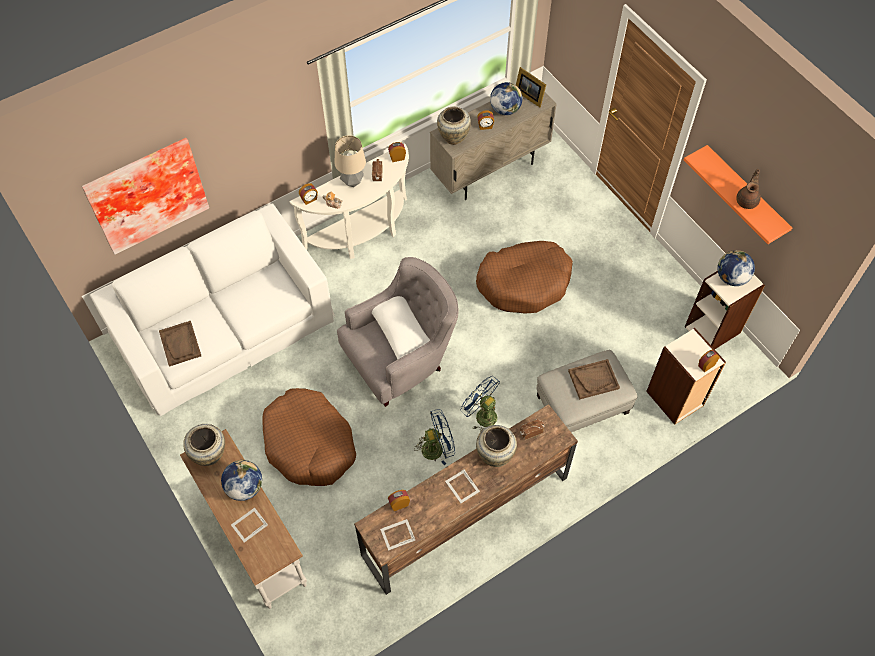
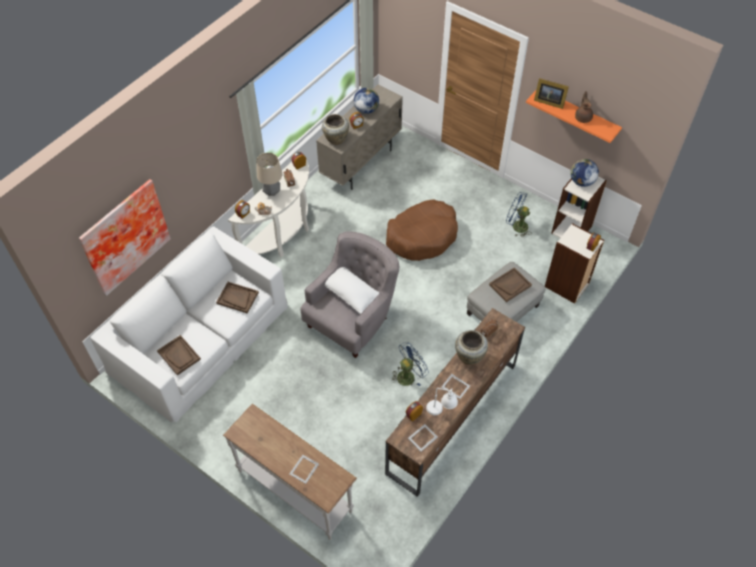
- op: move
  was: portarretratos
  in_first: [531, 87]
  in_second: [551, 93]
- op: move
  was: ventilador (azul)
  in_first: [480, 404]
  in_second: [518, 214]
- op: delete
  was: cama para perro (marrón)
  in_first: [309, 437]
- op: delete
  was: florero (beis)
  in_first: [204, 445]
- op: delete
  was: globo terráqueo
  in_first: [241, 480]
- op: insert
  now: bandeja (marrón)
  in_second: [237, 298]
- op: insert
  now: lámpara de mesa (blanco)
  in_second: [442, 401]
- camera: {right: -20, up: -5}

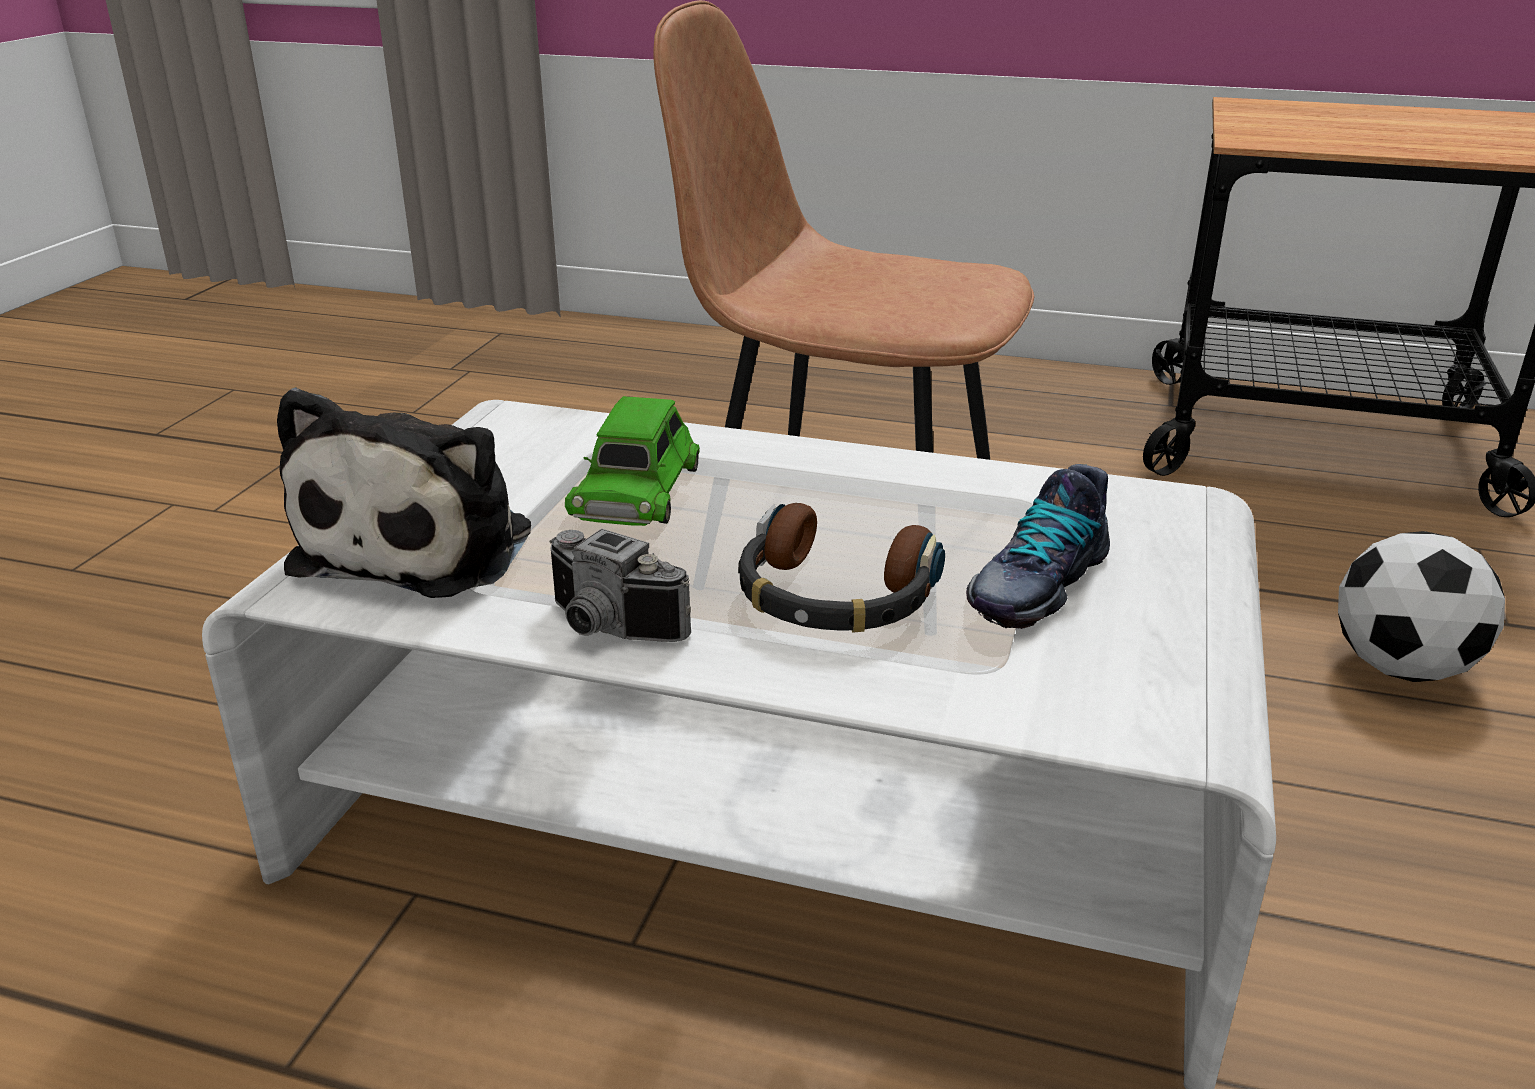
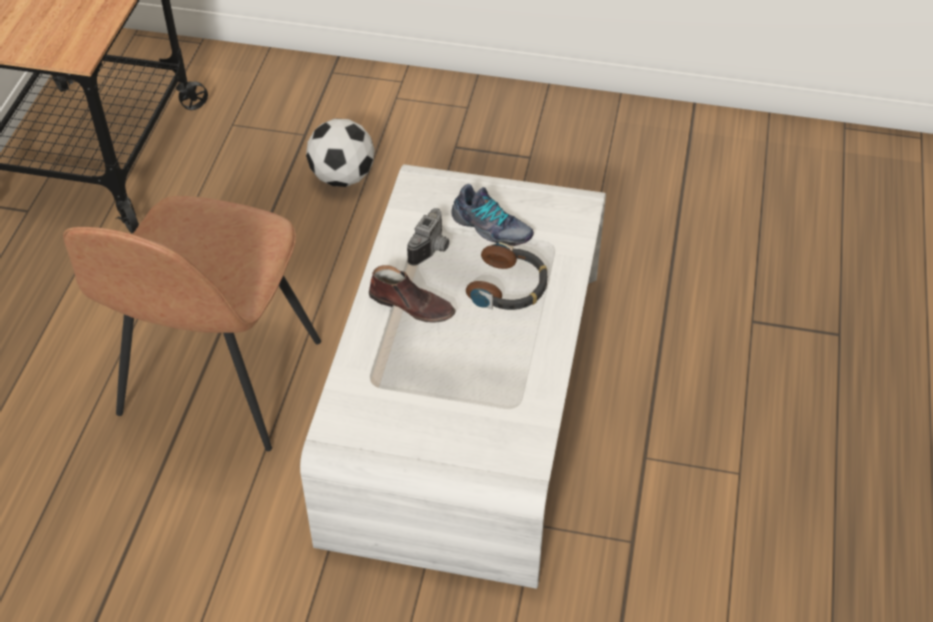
- op: delete
  was: peluche
  in_first: [404, 492]
- op: delete
  was: coche de juguete (verde)
  in_first: [632, 461]
- op: move
  was: cámara
  in_first: [620, 585]
  in_second: [428, 237]
- op: insert
  now: zapato (marrón)
  in_second: [412, 294]
- camera: {right: -95, up: 20}

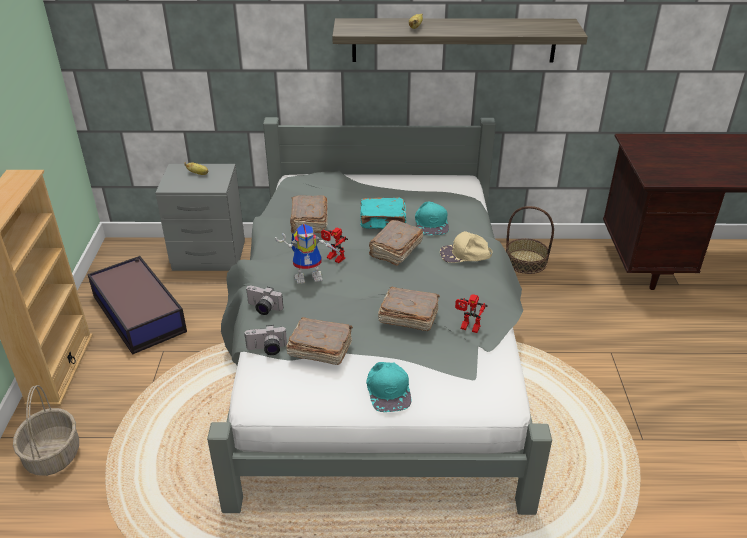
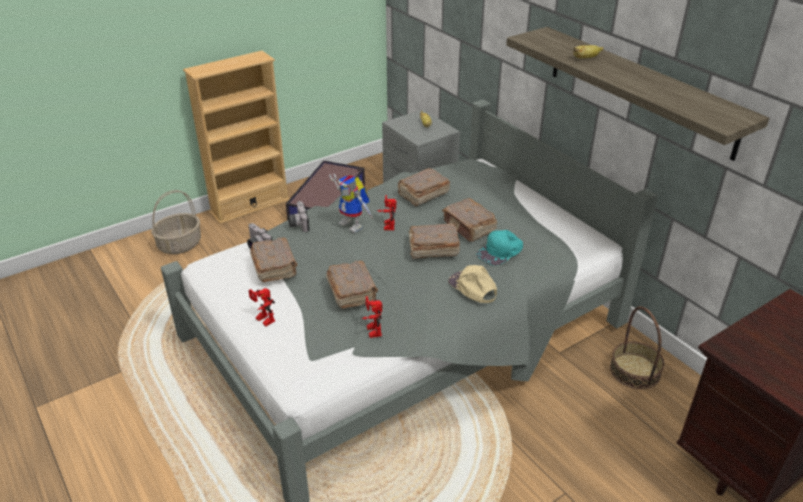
- op: recolor
  was: libro (turquesa)
  now: libro (marrón)
  in_first: [383, 213]
  in_second: [469, 220]
- op: replace
  was: gorra (turquesa)
  now: robot de juguete
  in_first: [388, 387]
  in_second: [261, 307]
- camera: {right: 55, up: 0}

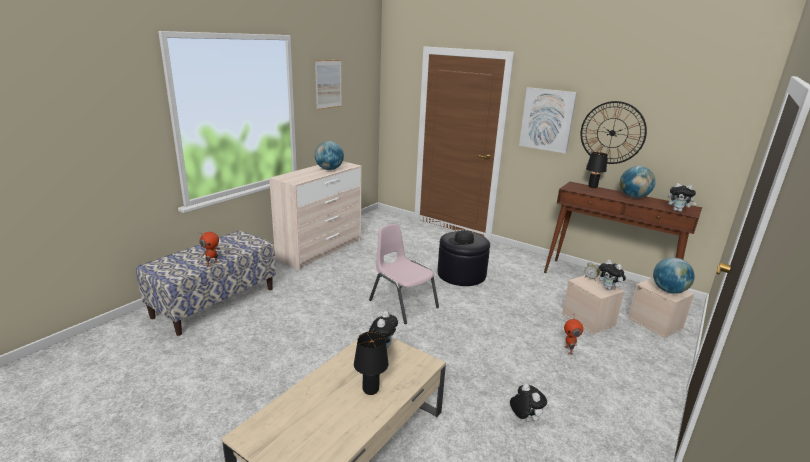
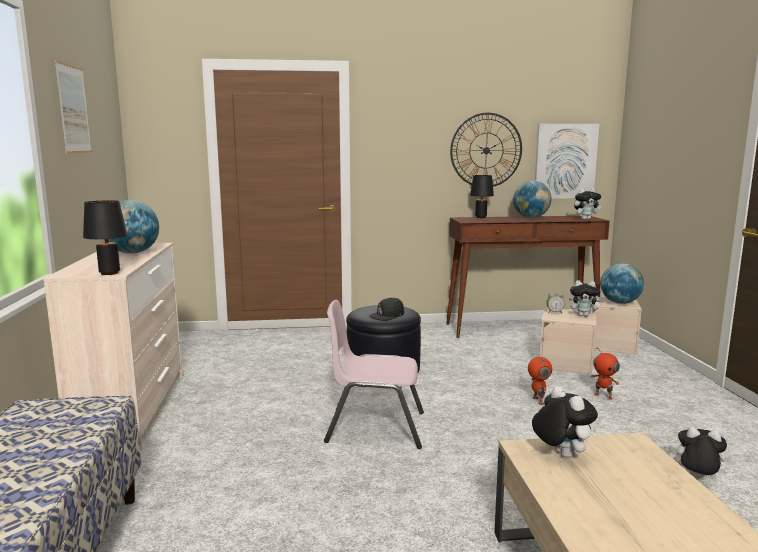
- op: move
  was: cuadro
  in_first: [548, 120]
  in_second: [567, 161]
- op: move
  was: robot de juguete
  in_first: [209, 249]
  in_second: [540, 381]
- op: move
  was: lámpara de mesa (negro)
  in_first: [371, 363]
  in_second: [105, 237]
- camera: {right: -40, up: -10}

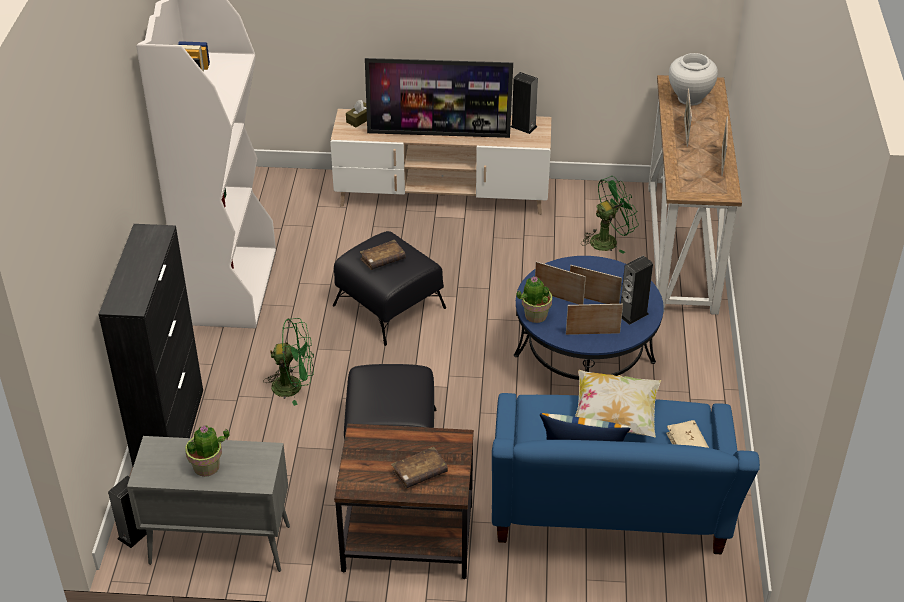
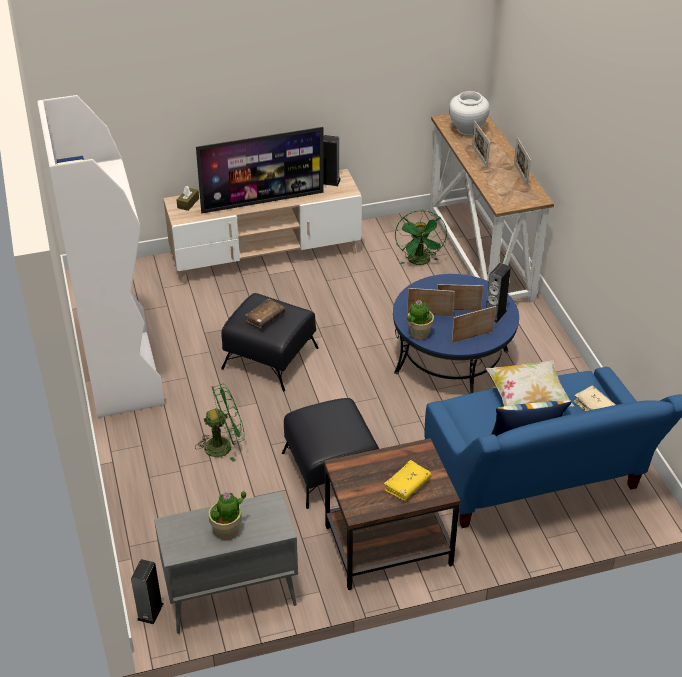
- op: rotate
  was: ventilador (verde)
  in_first: [610, 215]
  in_second: [421, 237]
  clockwise: 135
- op: delete
  was: armario (negro)
  in_first: [150, 345]
- op: recolor
  was: libro (marrón)
  now: libro (amarillo)
  in_first: [419, 468]
  in_second: [408, 480]
- camera: {right: -20, up: 0}

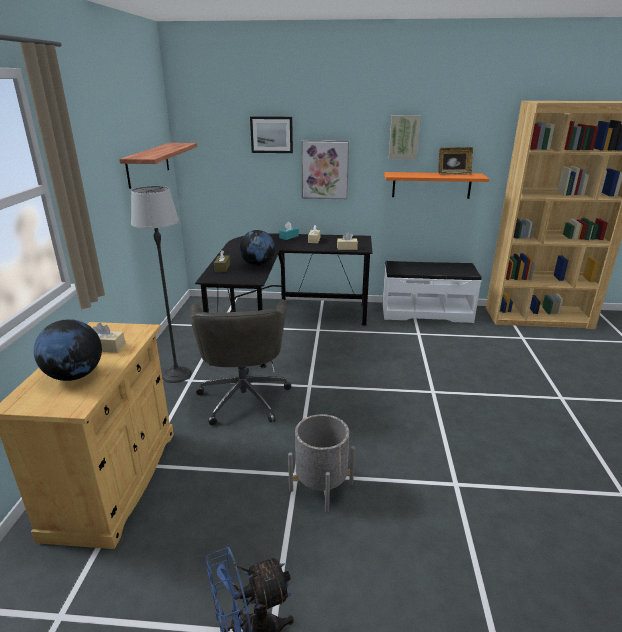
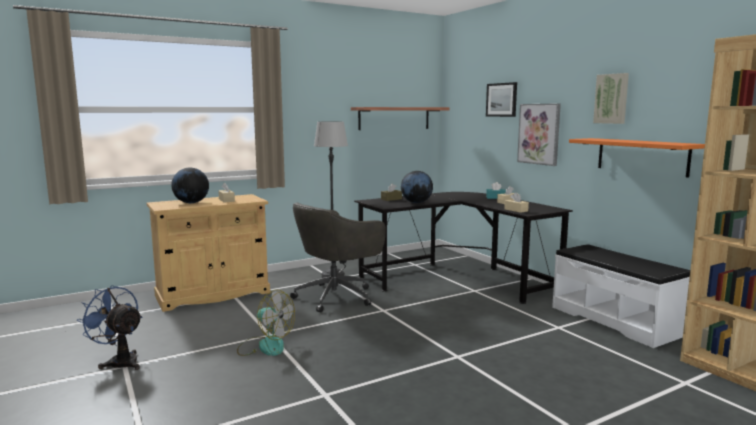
- op: delete
  was: portarretratos
  in_first: [455, 161]
- op: replace
  was: maceta (gris)
  now: ventilador
  in_first: [321, 463]
  in_second: [266, 323]
- camera: {right: 55, up: -15}

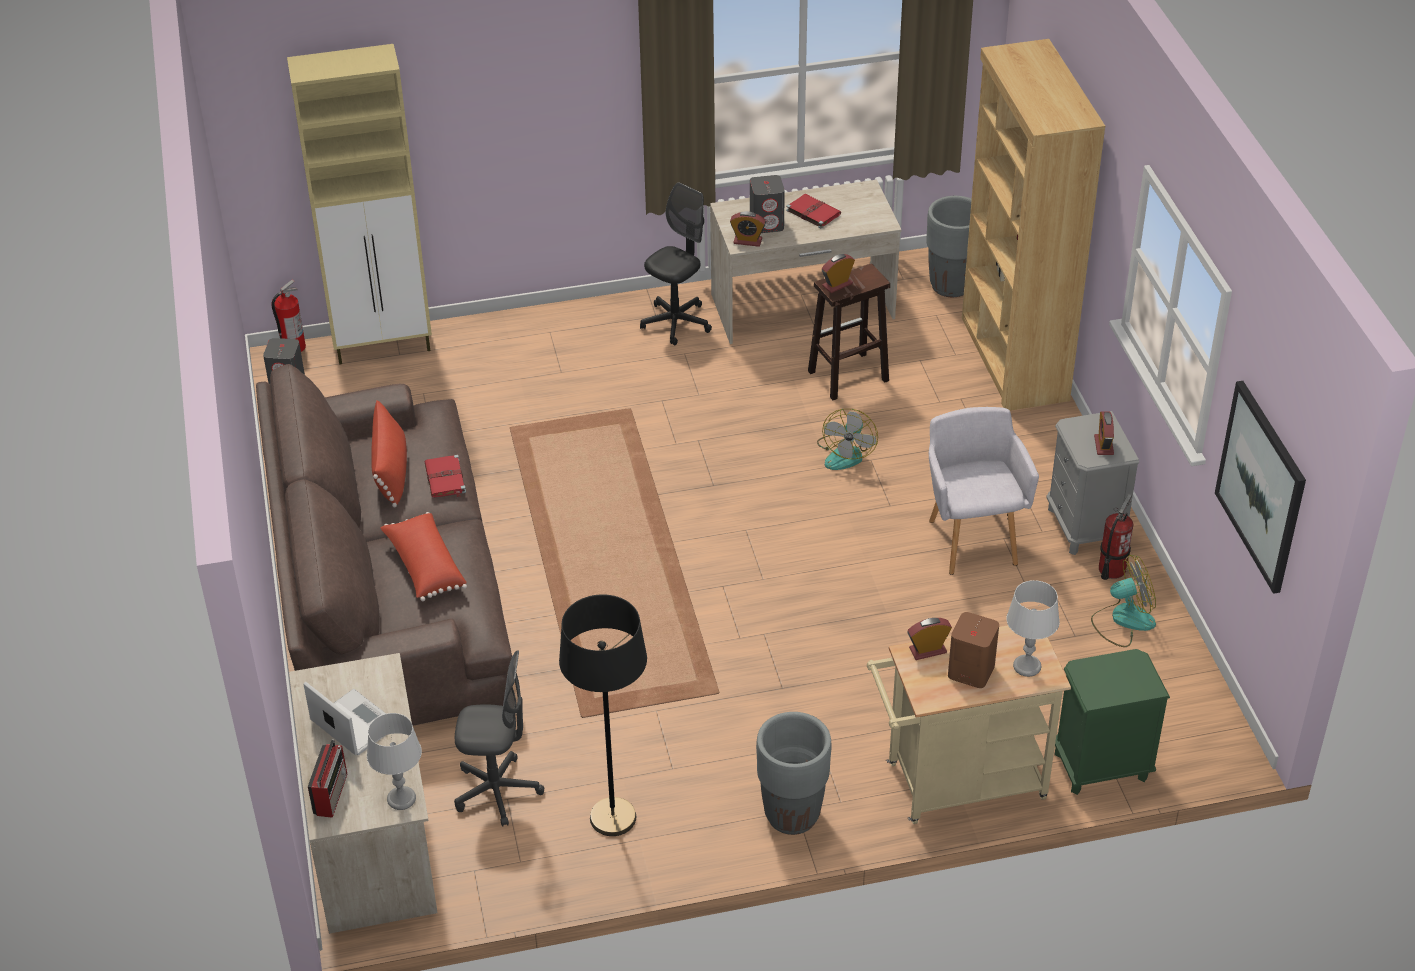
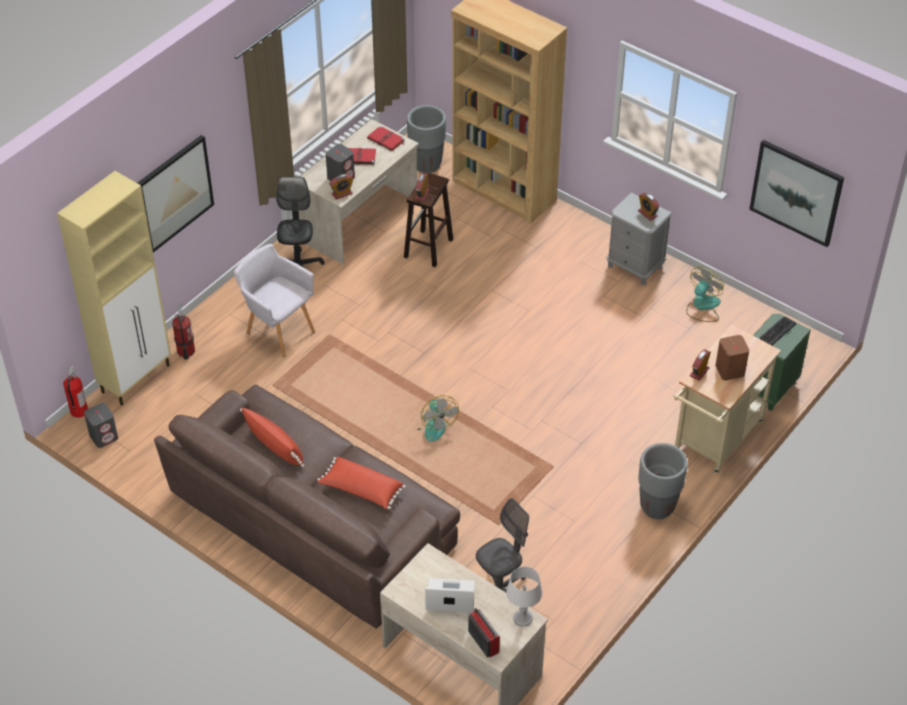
- op: move
  was: sillón (gris)
  in_first: [984, 491]
  in_second: [274, 300]
- op: move
  was: ventilador
  in_first: [847, 439]
  in_second: [438, 418]
- op: move
  was: libro (rojo)
  in_first: [445, 475]
  in_second: [386, 138]
- op: move
  was: extintor
  in_first: [1116, 537]
  in_second: [183, 331]
- op: delete
  was: lámpara de mesa (gris)
  in_first: [1033, 628]
- op: delete
  was: lámpara de pie (negro)
  in_first: [603, 715]
- op: insert
  now: cuadro
  in_second: [175, 193]
- op: insert
  now: teclado
  in_second: [778, 331]
- camera: {right: -40, up: 5}

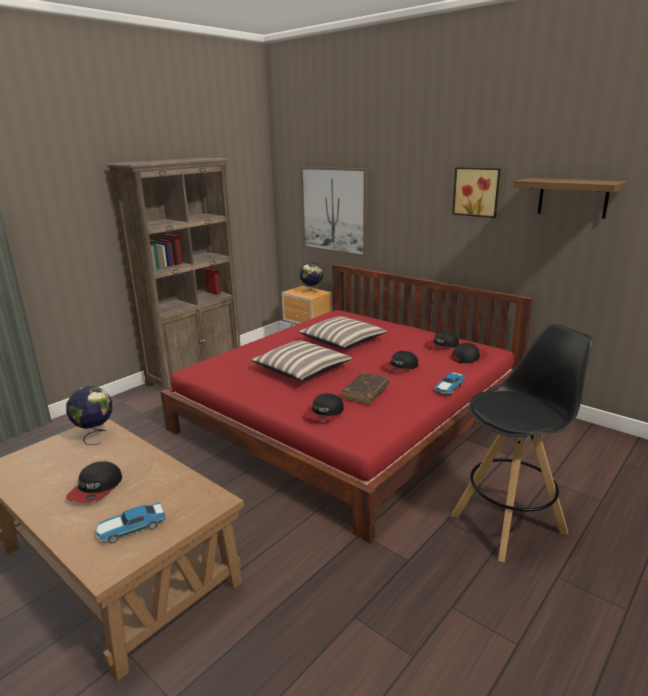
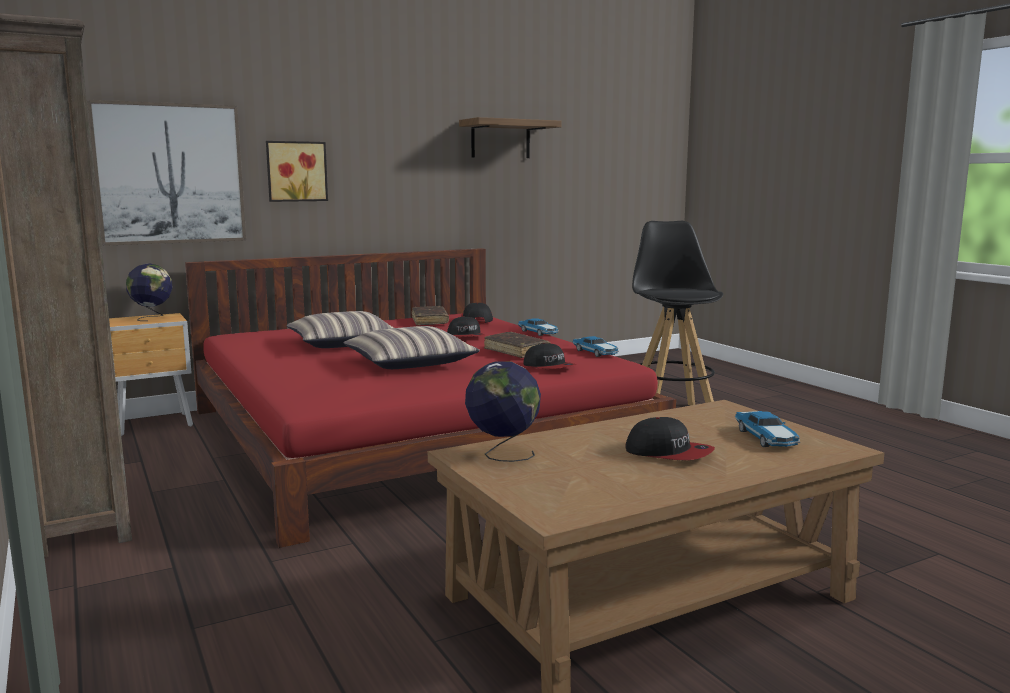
- op: move
  was: cuadro
  in_first: [476, 192]
  in_second: [297, 171]
- op: replace
  was: gorra
  now: libro (marrón)
  in_first: [442, 340]
  in_second: [430, 316]
- op: insert
  now: coche de juguete
  in_second: [595, 346]
- camera: {right: -70, up: -10}

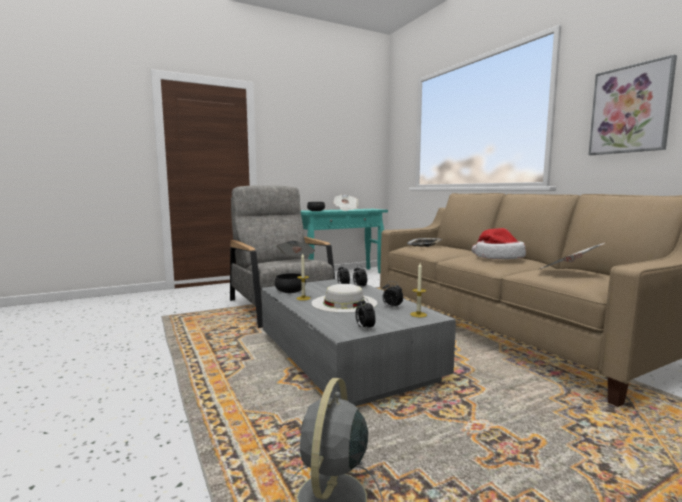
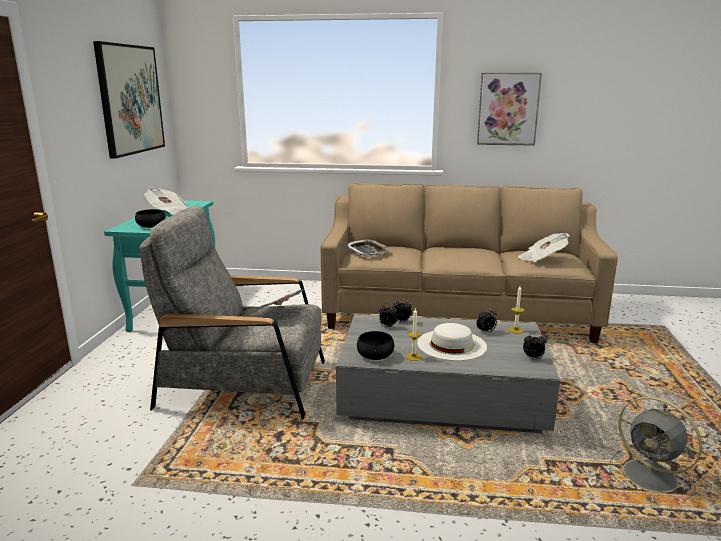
- op: delete
  was: sombrero
  in_first: [499, 243]
- op: insert
  now: cuadro
  in_second: [129, 100]
- camera: {right: -55, up: 10}

